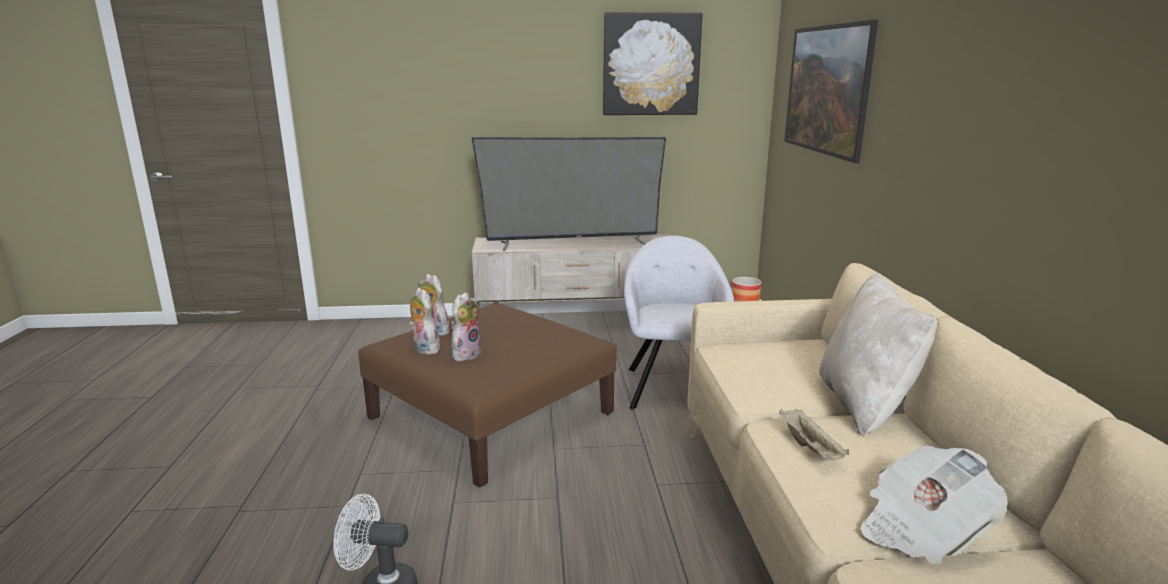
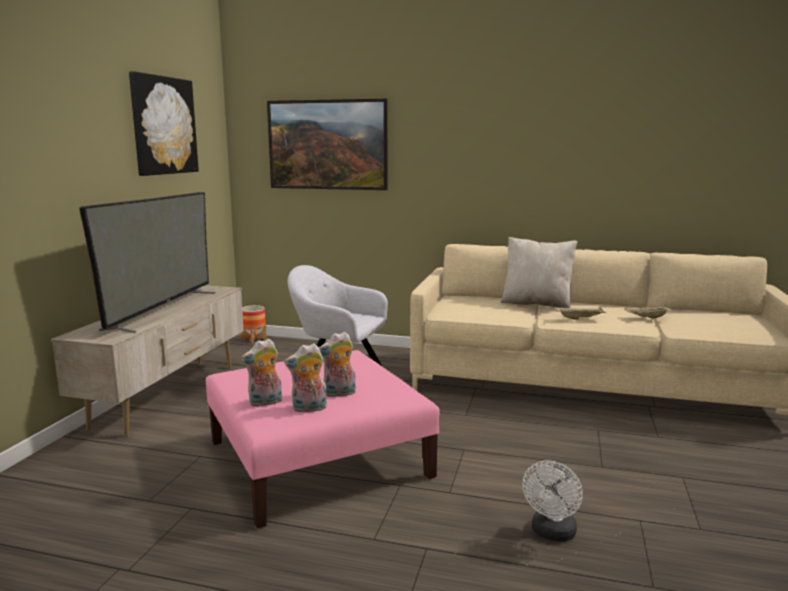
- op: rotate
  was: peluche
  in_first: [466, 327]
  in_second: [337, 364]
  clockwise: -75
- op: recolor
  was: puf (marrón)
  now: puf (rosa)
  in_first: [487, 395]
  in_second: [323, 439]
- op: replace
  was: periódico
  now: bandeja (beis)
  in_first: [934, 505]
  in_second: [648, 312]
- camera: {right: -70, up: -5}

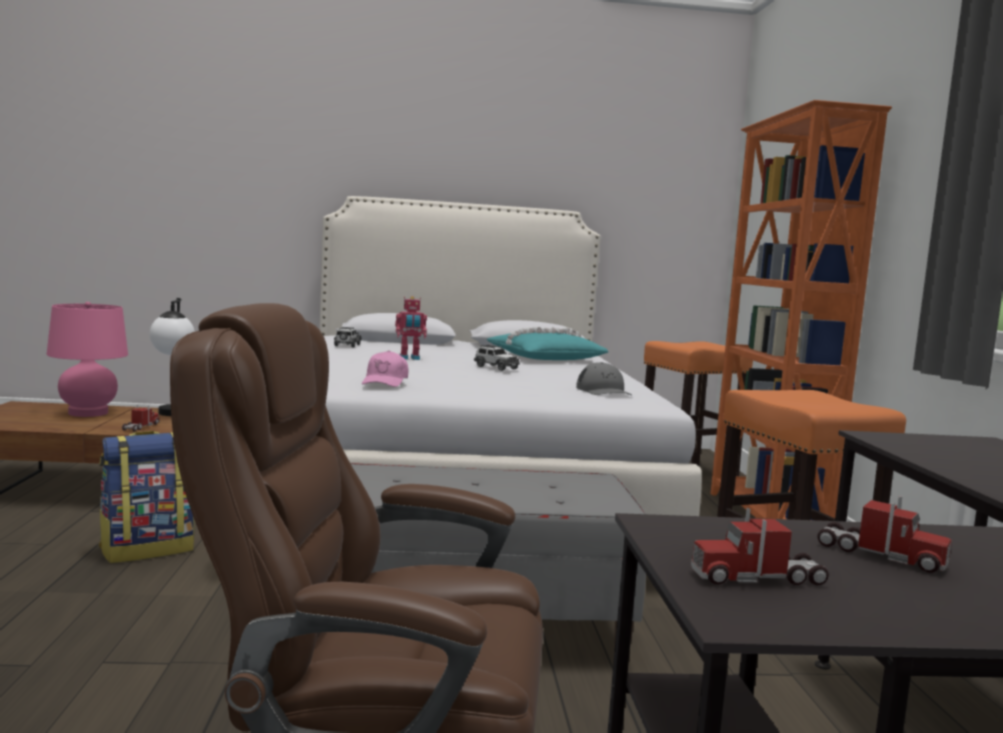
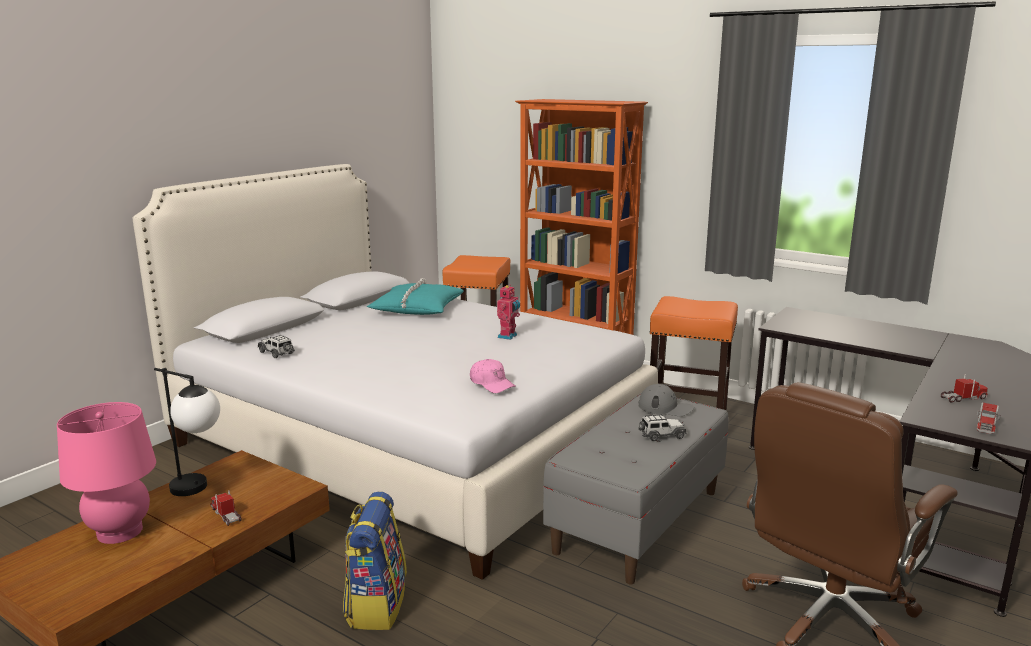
- op: move
  was: robot de juguete
  in_first: [411, 328]
  in_second: [508, 312]
- op: move
  was: coche de juguete
  in_first: [497, 358]
  in_second: [662, 427]
- op: move
  was: gorra (gris)
  in_first: [604, 378]
  in_second: [666, 400]
- camera: {right: -50, up: 10}

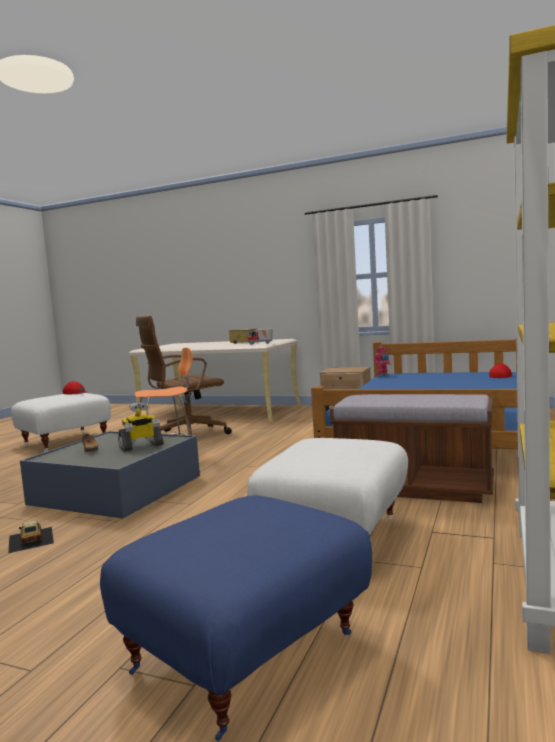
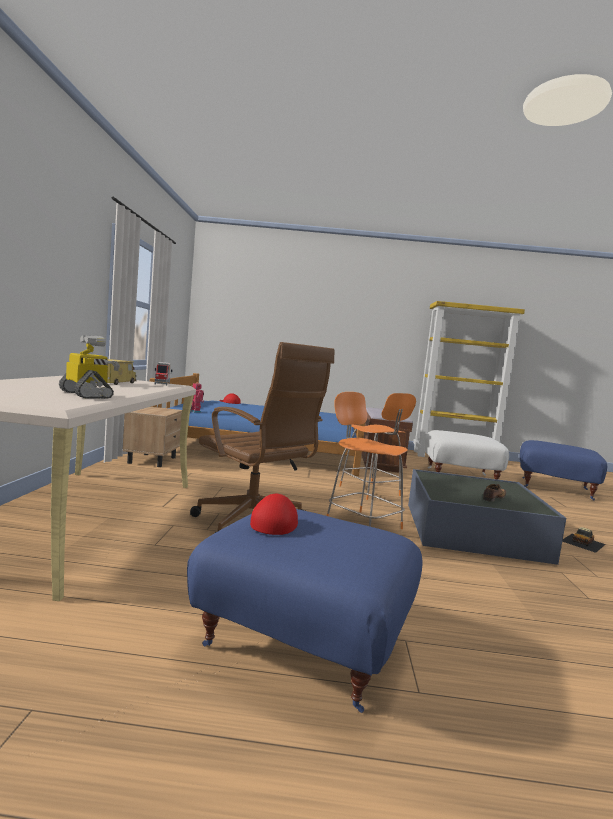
- op: recolor
  was: puf (blanco)
  now: puf (azul)
  in_first: [61, 422]
  in_second: [304, 611]
- op: move
  was: robot de juguete
  in_first: [140, 426]
  in_second: [89, 367]
- op: insert
  now: silla (naranja)
  in_second: [377, 446]
- camera: {right: -110, up: 0}

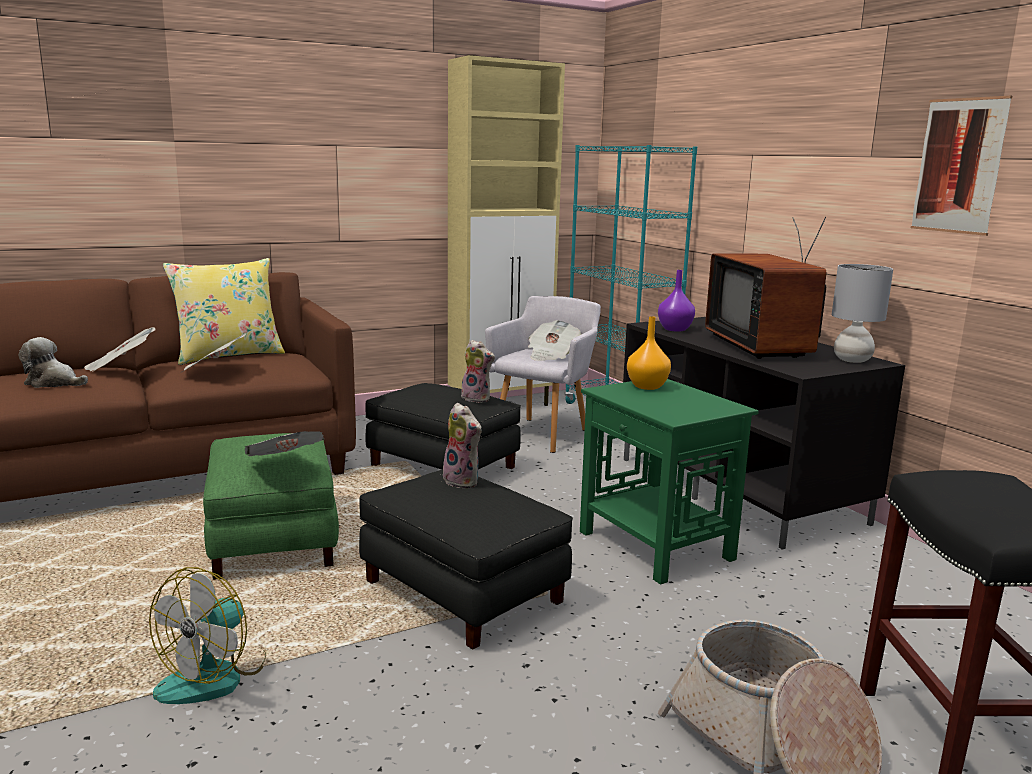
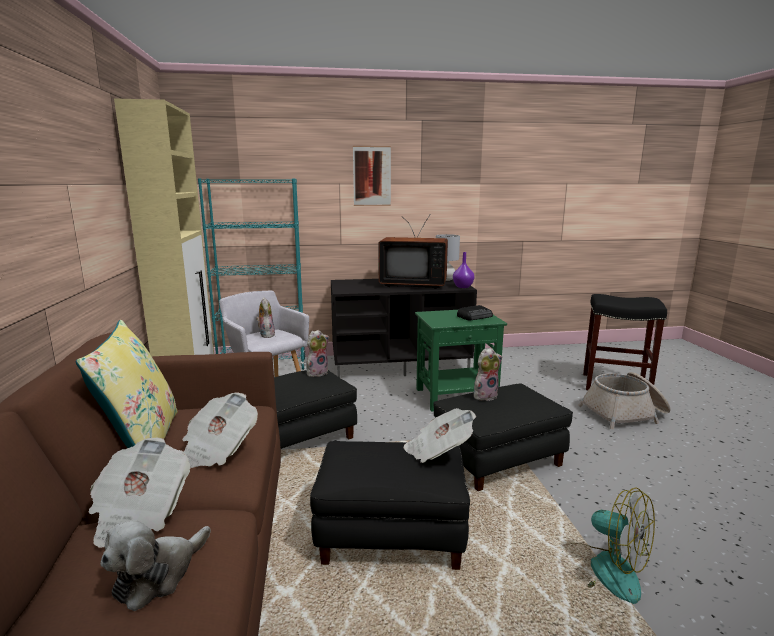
- op: move
  was: cuadro
  in_first: [961, 166]
  in_second: [372, 176]
- op: move
  was: florero (morado)
  in_first: [676, 301]
  in_second: [464, 270]
- op: delete
  was: florero (naranja)
  in_first: [649, 353]
- op: replace
  was: periódico
  now: peluche
  in_first: [554, 340]
  in_second: [265, 317]
- op: recolor
  was: puf (verde)
  now: puf (negro)
  in_first: [271, 506]
  in_second: [390, 505]
- op: insert
  now: radio
  in_second: [475, 312]
- camera: {right: -70, up: 0}

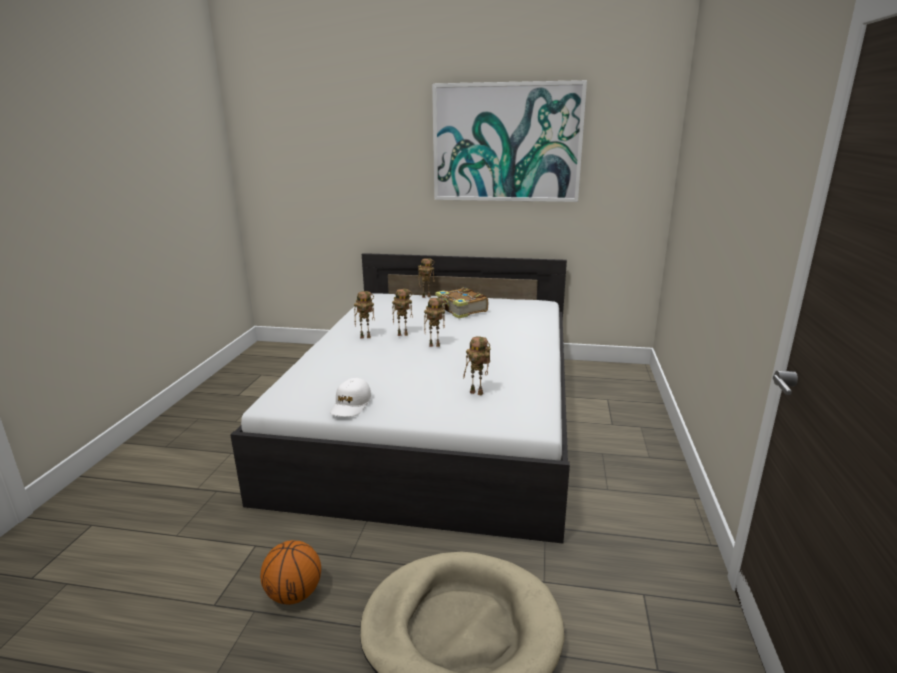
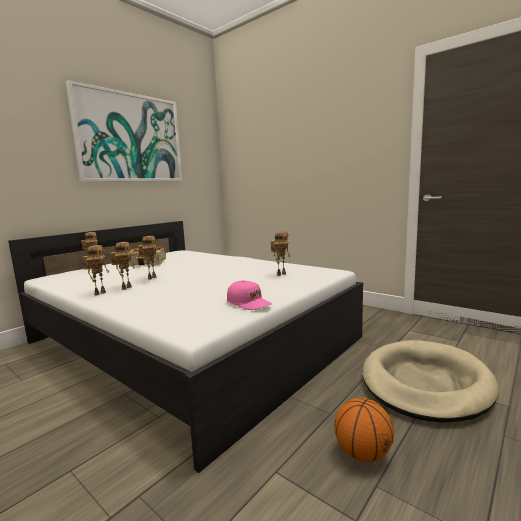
- op: move
  was: robot de juguete
  in_first: [434, 322]
  in_second: [96, 270]
- op: recolor
  was: gorra (blanco)
  now: gorra (rosa)
  in_first: [351, 397]
  in_second: [249, 295]
- camera: {right: -60, up: -10}

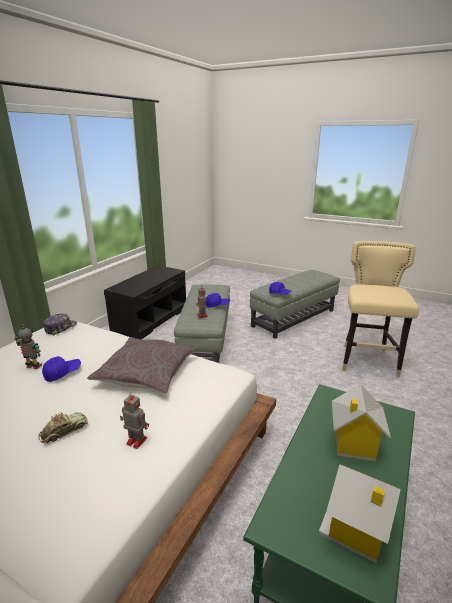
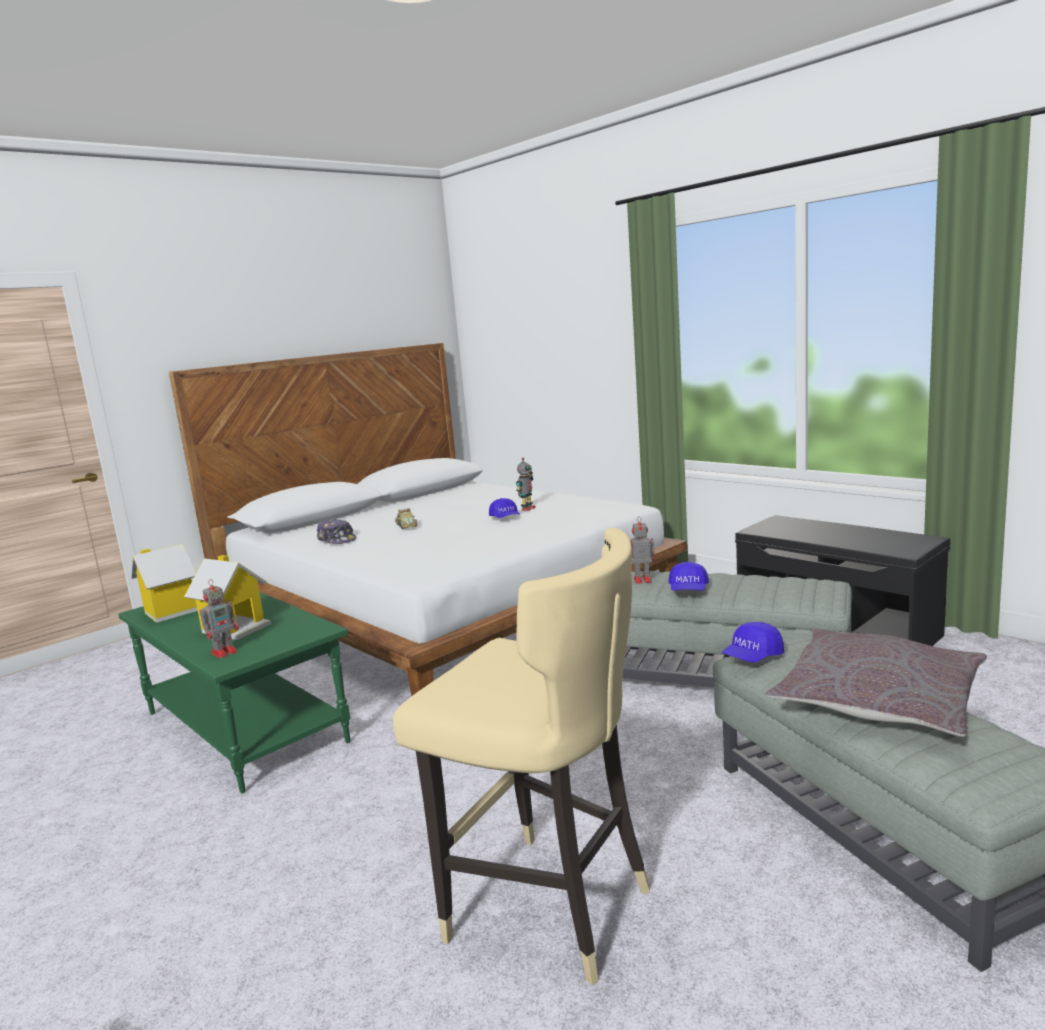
- op: move
  was: gorra
  in_first: [60, 324]
  in_second: [336, 531]
- op: move
  was: cojín (gris)
  in_first: [142, 365]
  in_second: [876, 683]
- op: move
  was: robot de juguete
  in_first: [134, 420]
  in_second: [219, 618]
- camera: {right: 110, up: -10}

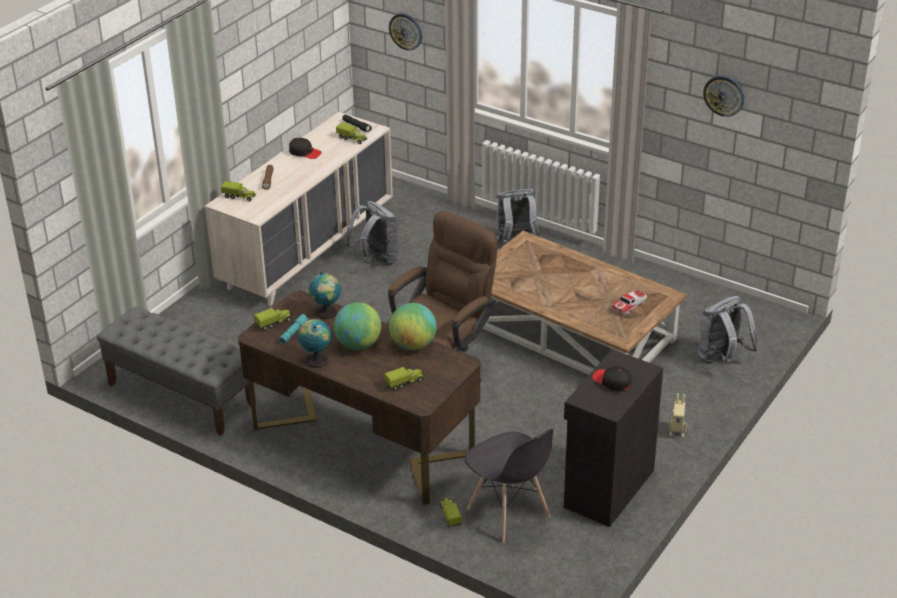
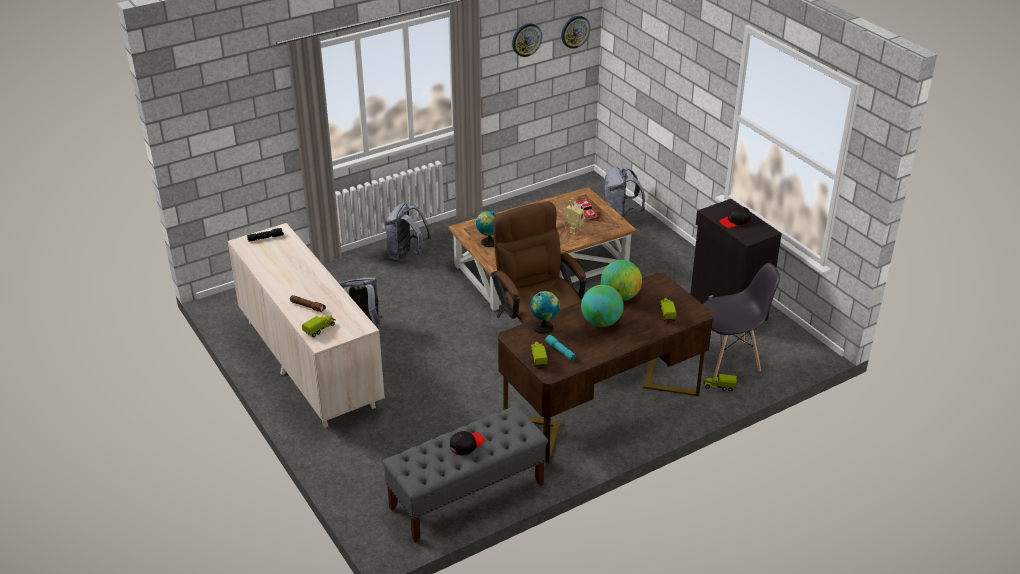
- op: move
  was: reloj de pared
  in_first: [405, 31]
  in_second: [575, 32]
- op: delete
  was: camión de juguete
  in_first: [351, 133]
- op: move
  was: gorra (negro)
  in_first: [305, 148]
  in_second: [467, 443]
- op: move
  was: globo terráqueo
  in_first: [314, 343]
  in_second: [486, 229]
- op: move
  was: robot de juguete
  in_first: [678, 415]
  in_second: [574, 216]
- camera: {right: -65, up: 0}

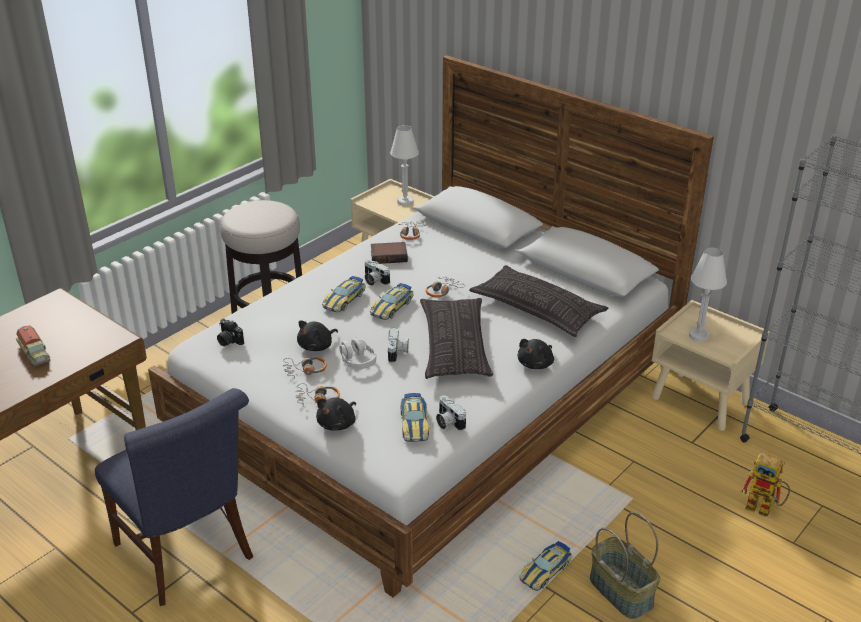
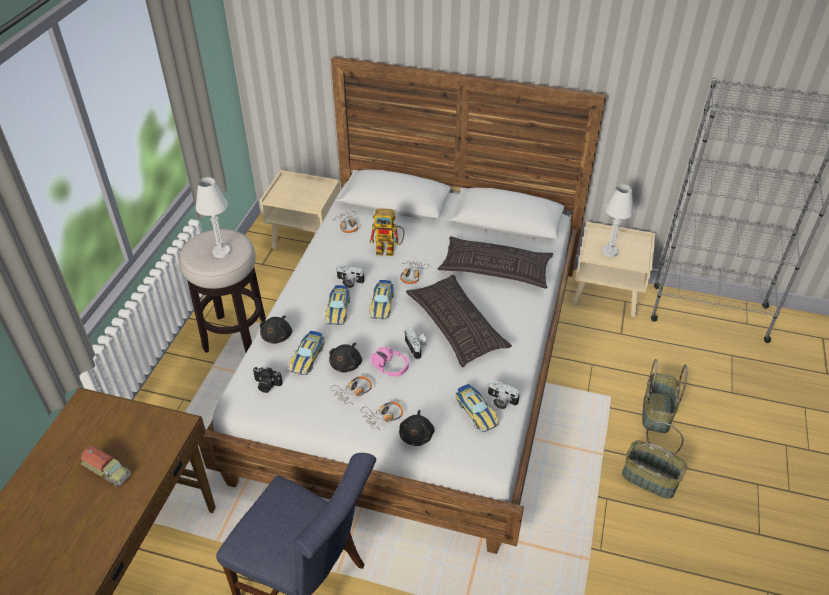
- op: move
  was: lámpara de mesa (blanco)
  in_first: [404, 165]
  in_second: [213, 217]
- op: delete
  was: libro
  in_first: [389, 253]
- op: recolor
  was: auriculares (gris)
  now: auriculares (rosa)
  in_first: [357, 353]
  in_second: [390, 362]
- op: move
  was: peluche (negro)
  in_first: [535, 354]
  in_second: [276, 329]
- op: move
  was: robot de juguete
  in_first: [765, 485]
  in_second: [387, 232]
- op: move
  was: coche de juguete
  in_first: [545, 566]
  in_second: [307, 353]
- op: insert
  now: cesta
  in_second: [665, 396]
- camera: {right: -25, up: 10}

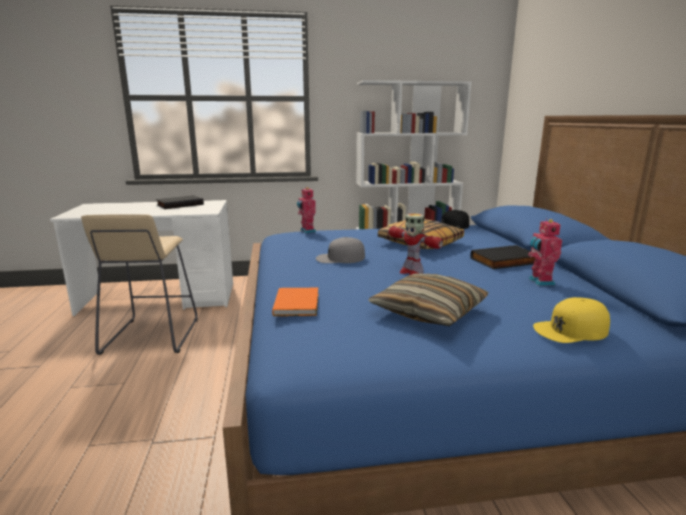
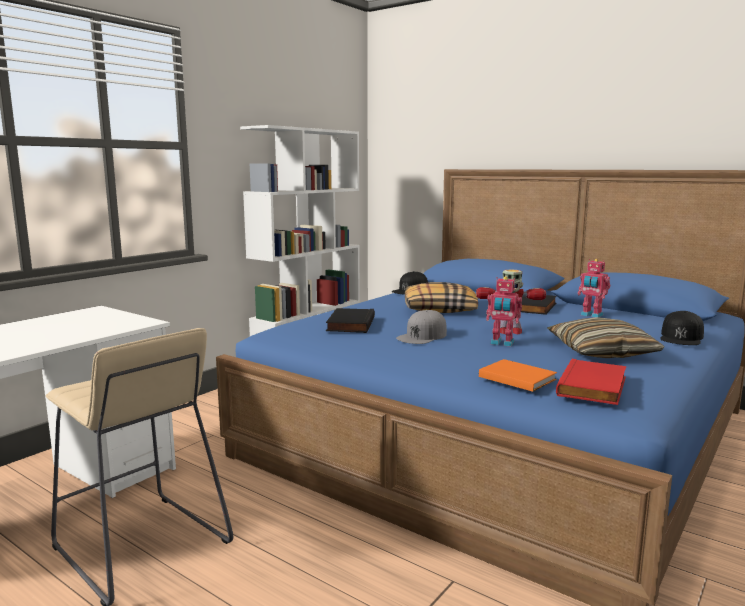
- op: move
  was: robot de juguete
  in_first: [306, 210]
  in_second: [504, 311]
- op: move
  was: libro (negro)
  in_first: [180, 202]
  in_second: [350, 320]
- op: recolor
  was: gorra (amarillo)
  now: gorra (negro)
  in_first: [571, 320]
  in_second: [682, 328]
- op: insert
  now: libro (rojo)
  in_second: [591, 382]
- camera: {right: -45, up: -5}

